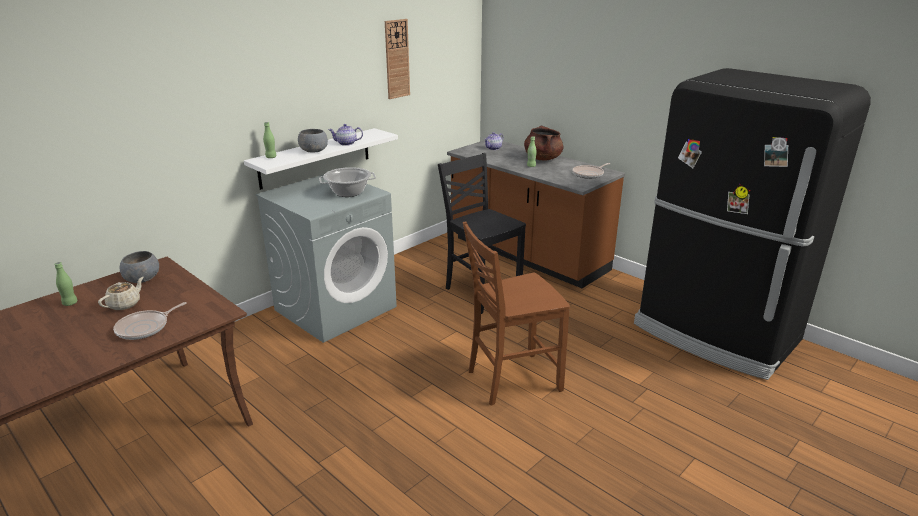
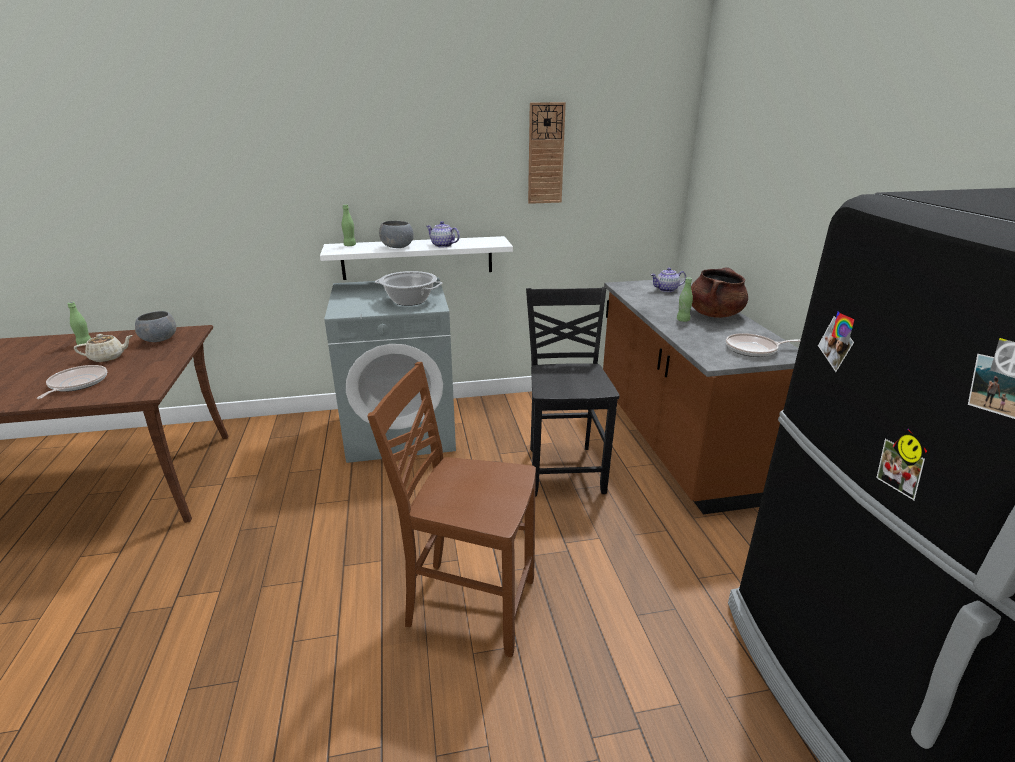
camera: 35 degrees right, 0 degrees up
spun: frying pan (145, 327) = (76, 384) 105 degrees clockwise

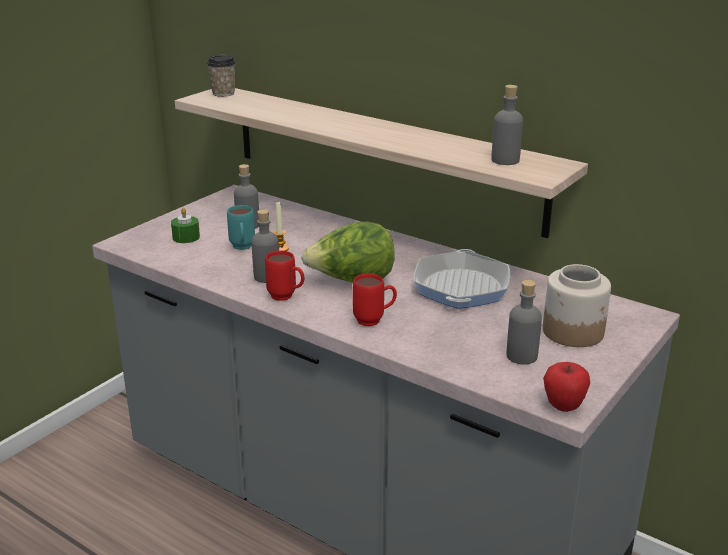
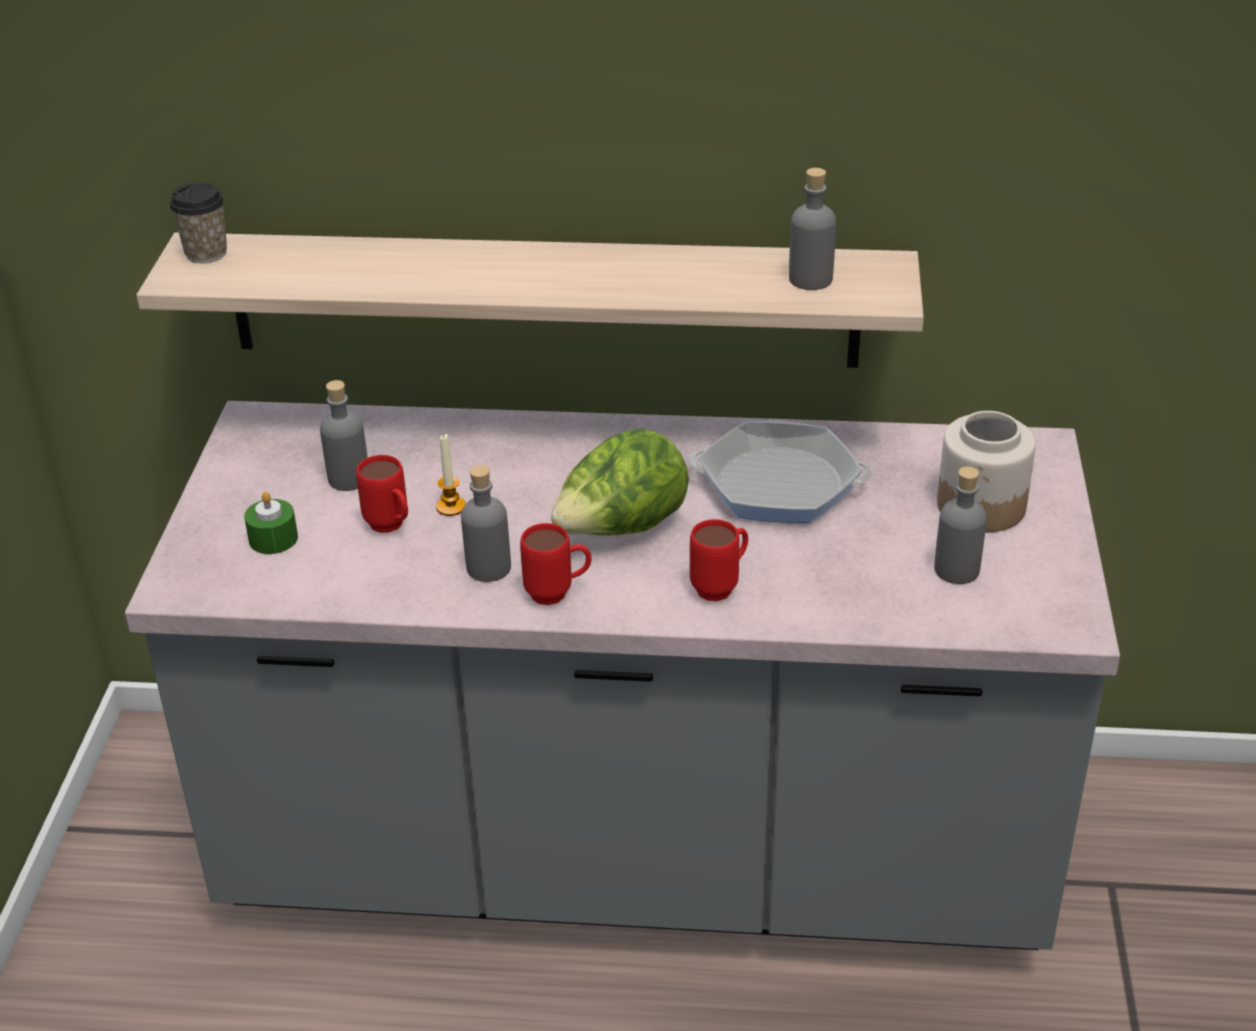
camera: 30 degrees left, 10 degrees up
missing: apple (563, 406)
colour: turquoise mug (242, 248) to red mug (391, 528)
spun: frying pan (461, 287) = (779, 484) 120 degrees clockwise

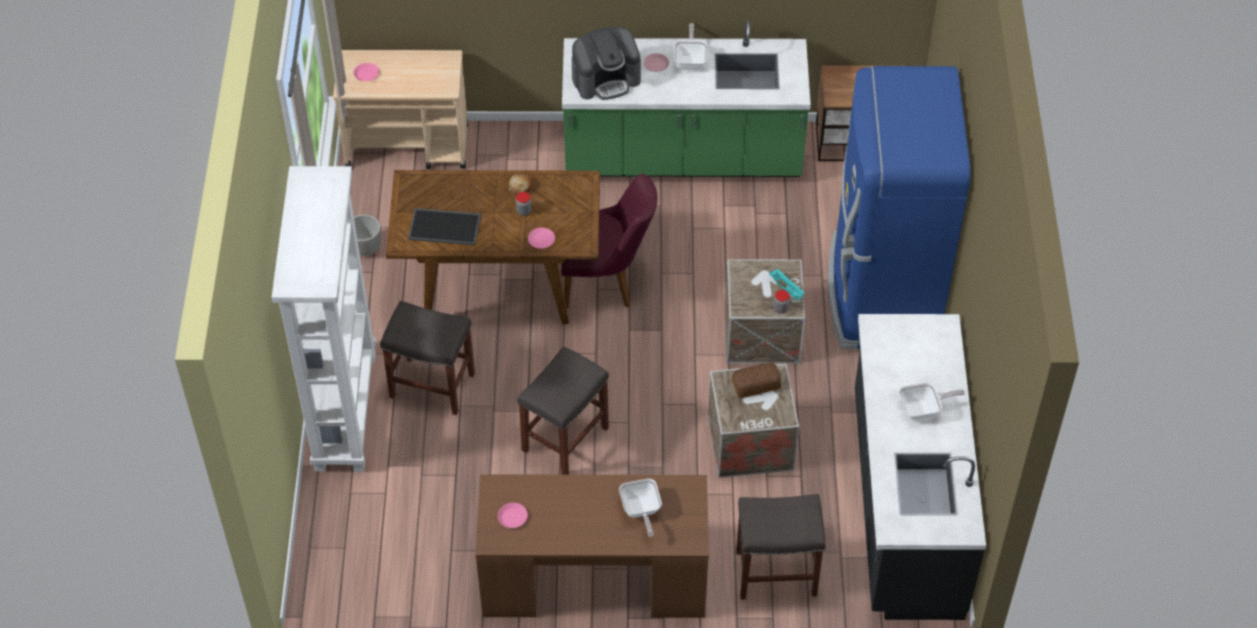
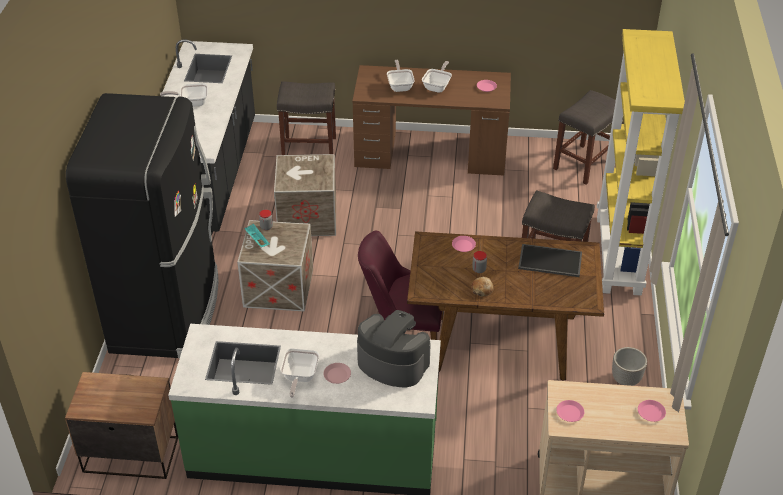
camera: 175 degrees left, 10 degrees down
missing: bread (755, 384)
appeared: frying pan (438, 86); pink plate (570, 413)
relocated: grey stool (565, 440) to (583, 163)
colour: white bookcase (344, 410) to yellow bookcase (619, 255); blue fridge (881, 294) to black fridge (168, 311)
spun: coffee machine (606, 79) = (392, 363) 45 degrees clockwise

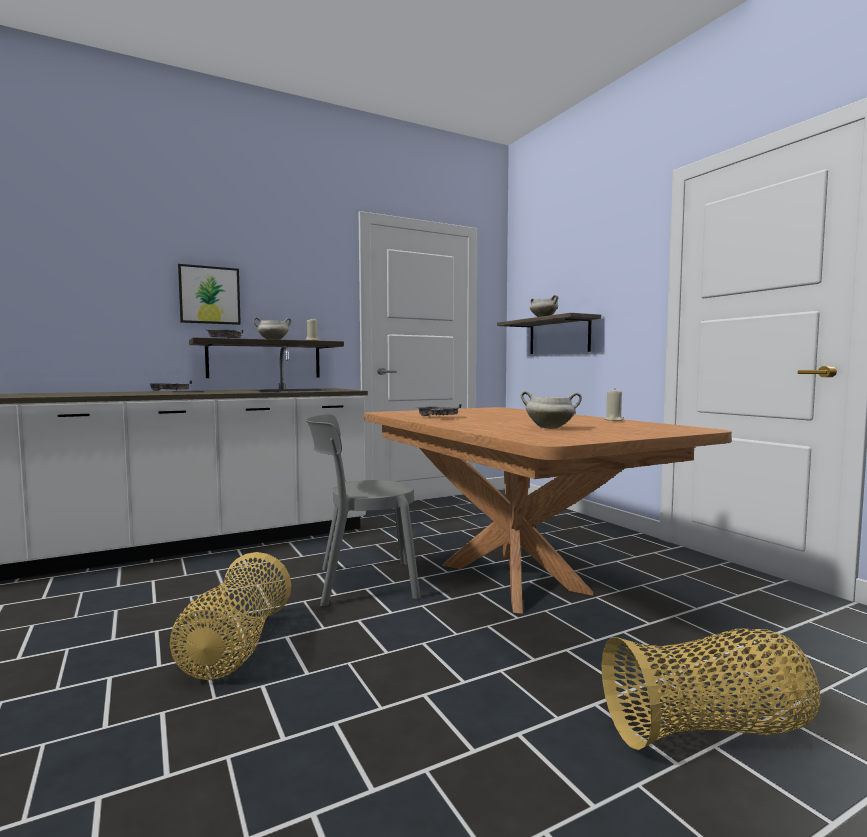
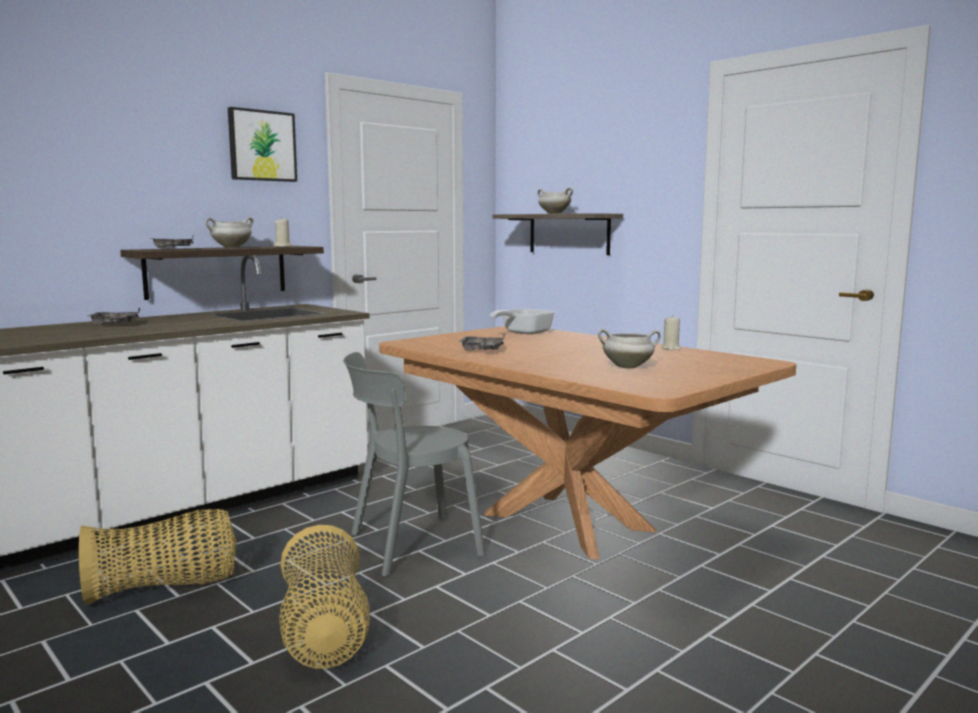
camera: 15 degrees left, 5 degrees up
appeared: frying pan (523, 333)
relocated: picture (209, 295) to (261, 146); basket (707, 730) to (164, 588)

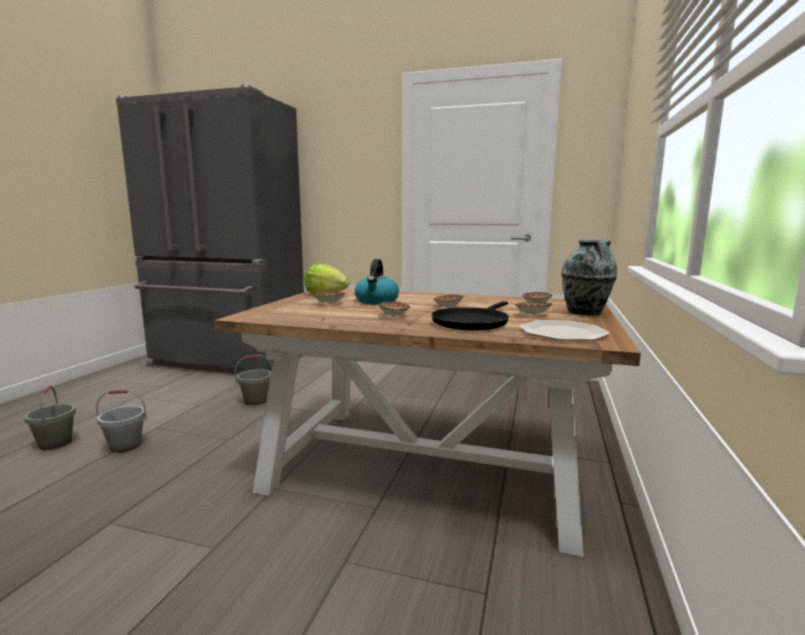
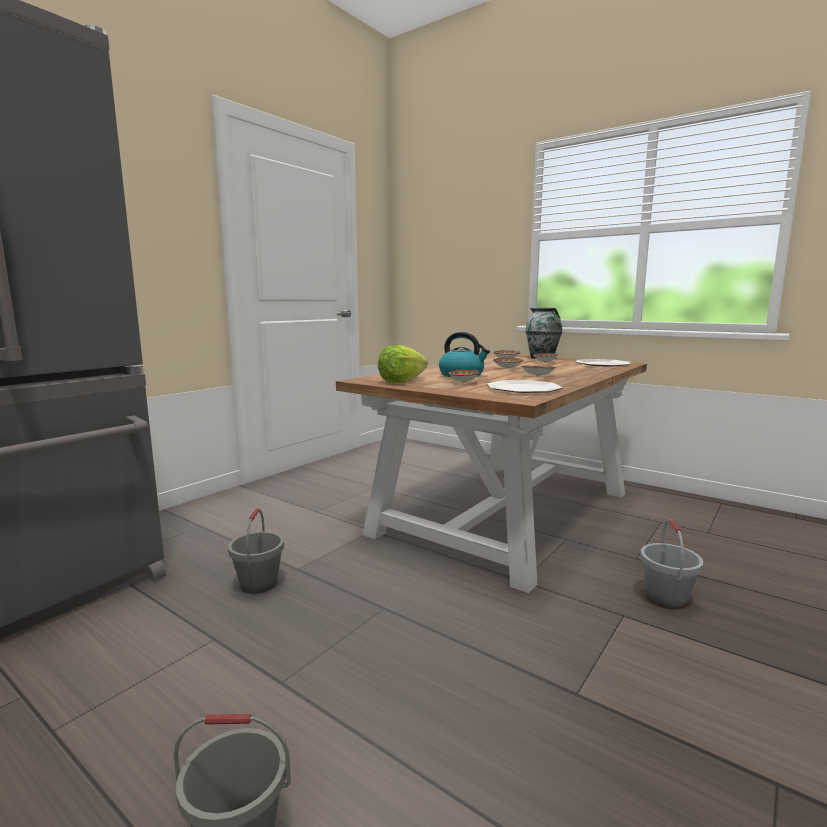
camera: 70 degrees left, 0 degrees up
missing: black frying pan (472, 322)
appeared: plate (522, 389)
relocated: grey bucket (126, 445) to (665, 598)

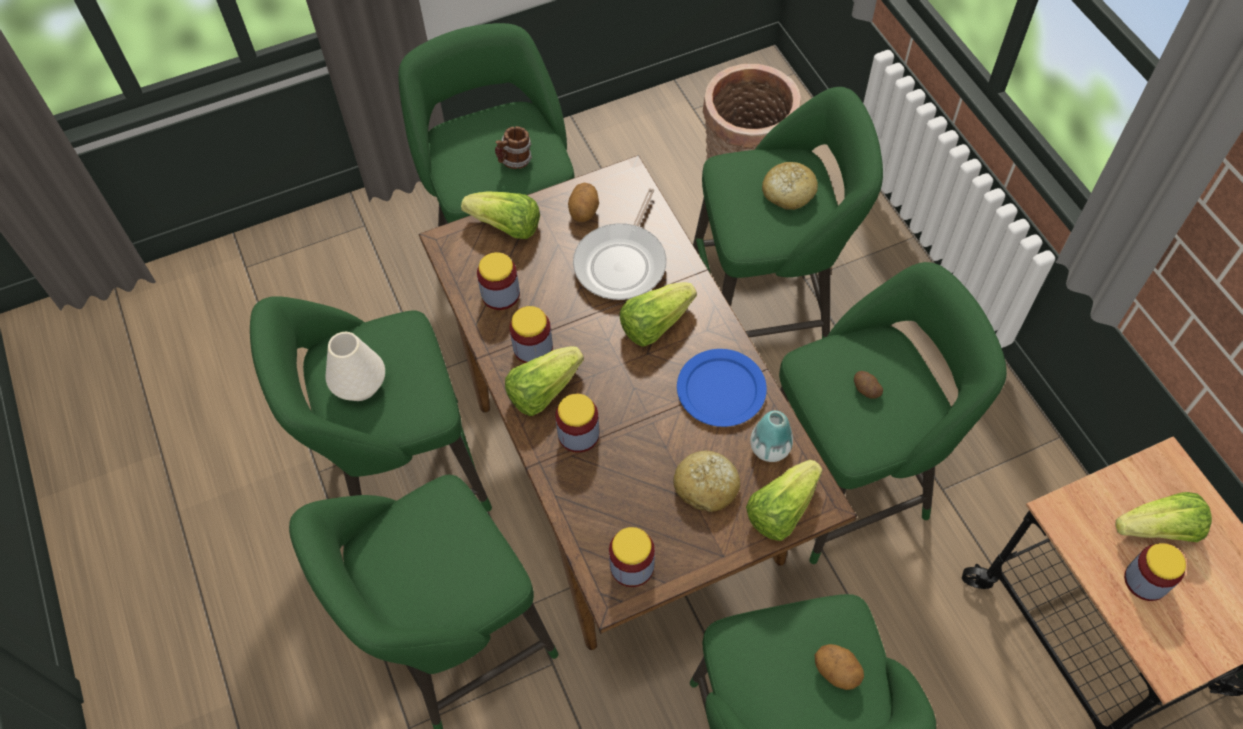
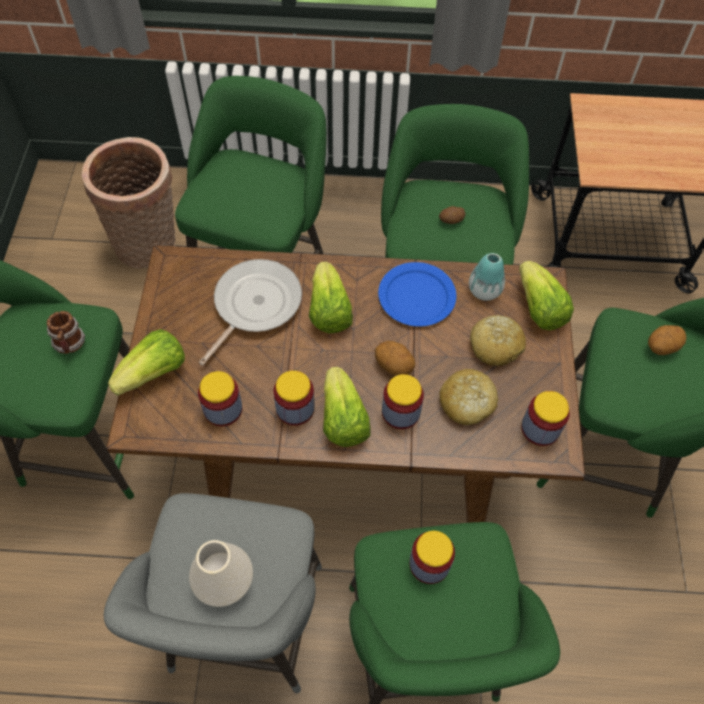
camera: 65 degrees left, 0 degrees up
missing: lettuce (1158, 529)
relocated: potato (584, 211) to (394, 366); bread (788, 192) to (466, 402); jar (1145, 580) to (429, 563)
colour: green stool (401, 476) to grey stool (244, 628)
spun: frying pan (622, 262) = (254, 305) 105 degrees counterclockwise

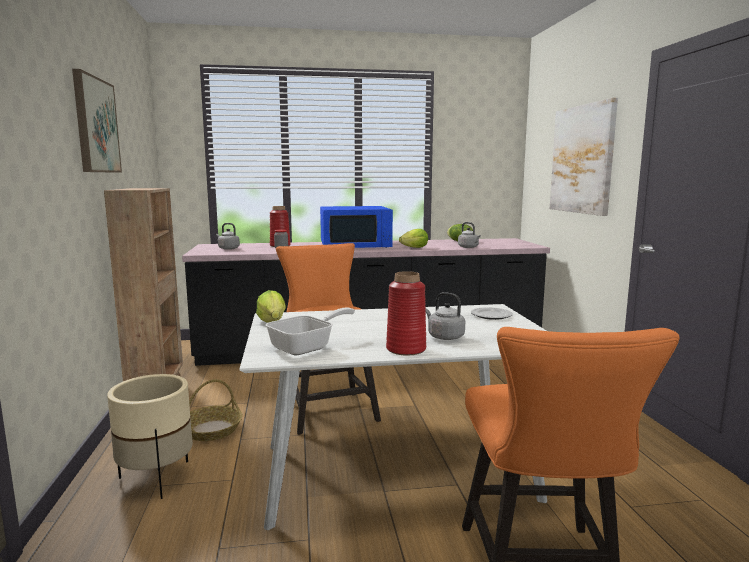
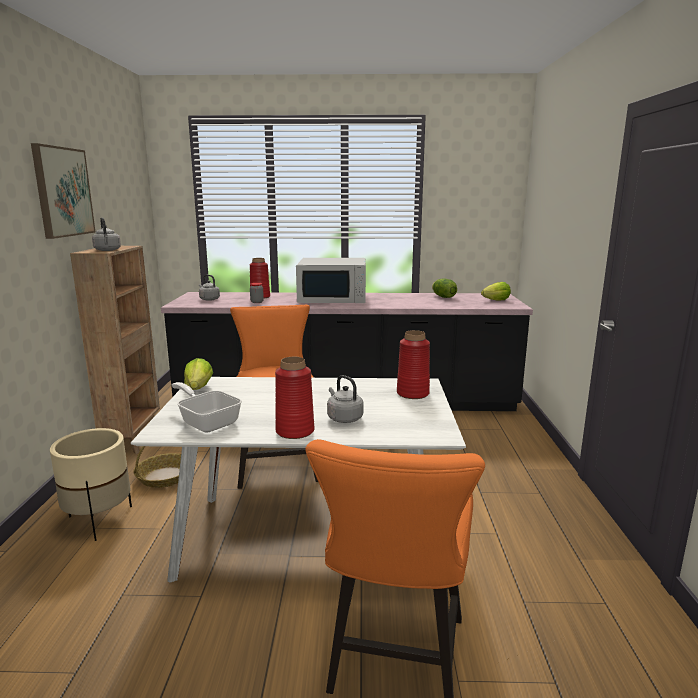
camera: 10 degrees right, 5 degrees up
missing: picture (582, 159)
relocated: lettuce (415, 248) to (496, 300); grey kettle (469, 247) to (107, 250)
exchanged: plate (491, 315) to red vase (412, 393)
colour: blue microwave (355, 245) to white microwave (333, 298)
spun: frying pan (307, 347) = (207, 421) 105 degrees counterclockwise

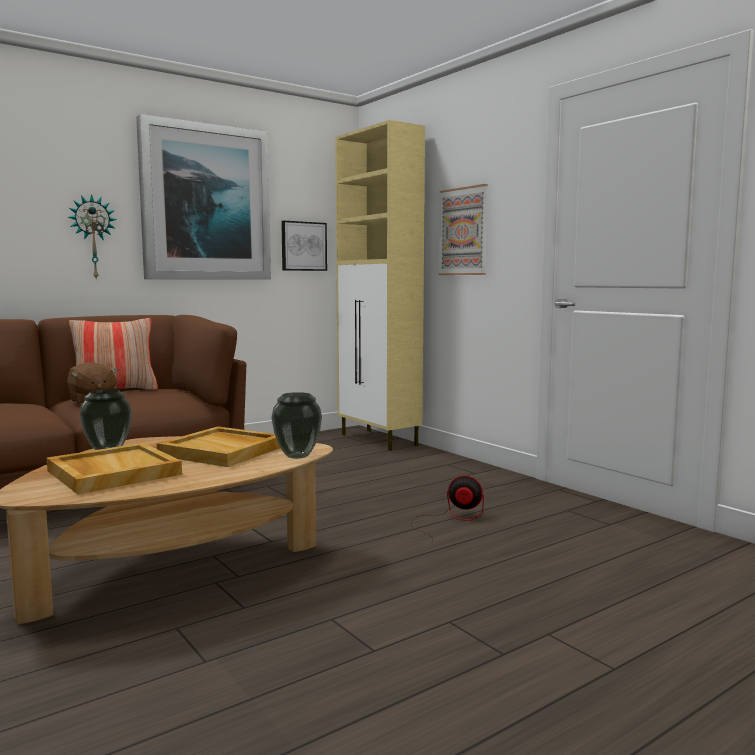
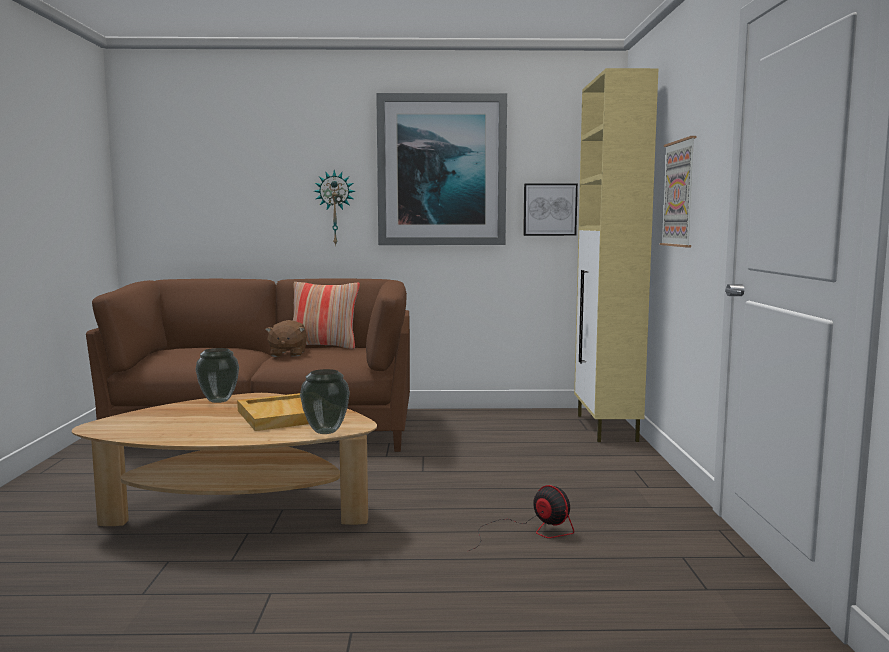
camera: 35 degrees right, 0 degrees up
missing: beige tray (112, 472)

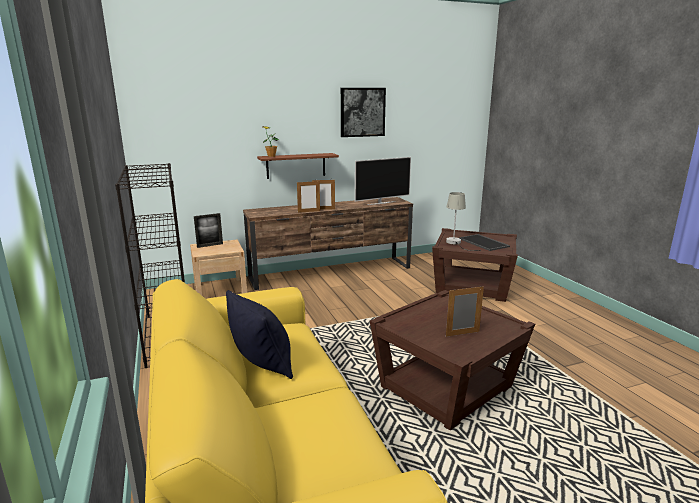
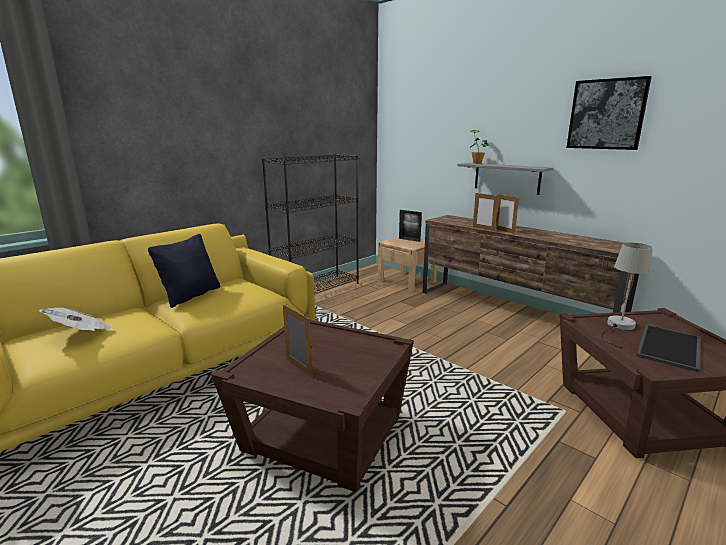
camera: 65 degrees right, 0 degrees up
missing: television (381, 203)
appeared: newspaper (81, 333)
colour: brown shelf (296, 165) to grey shelf (506, 178)

